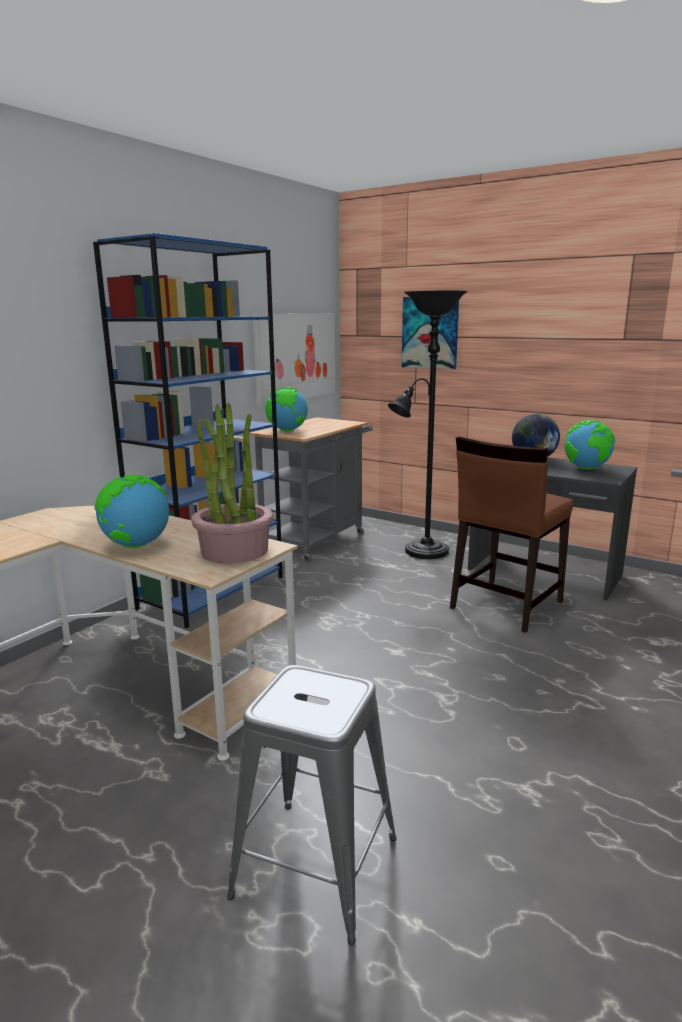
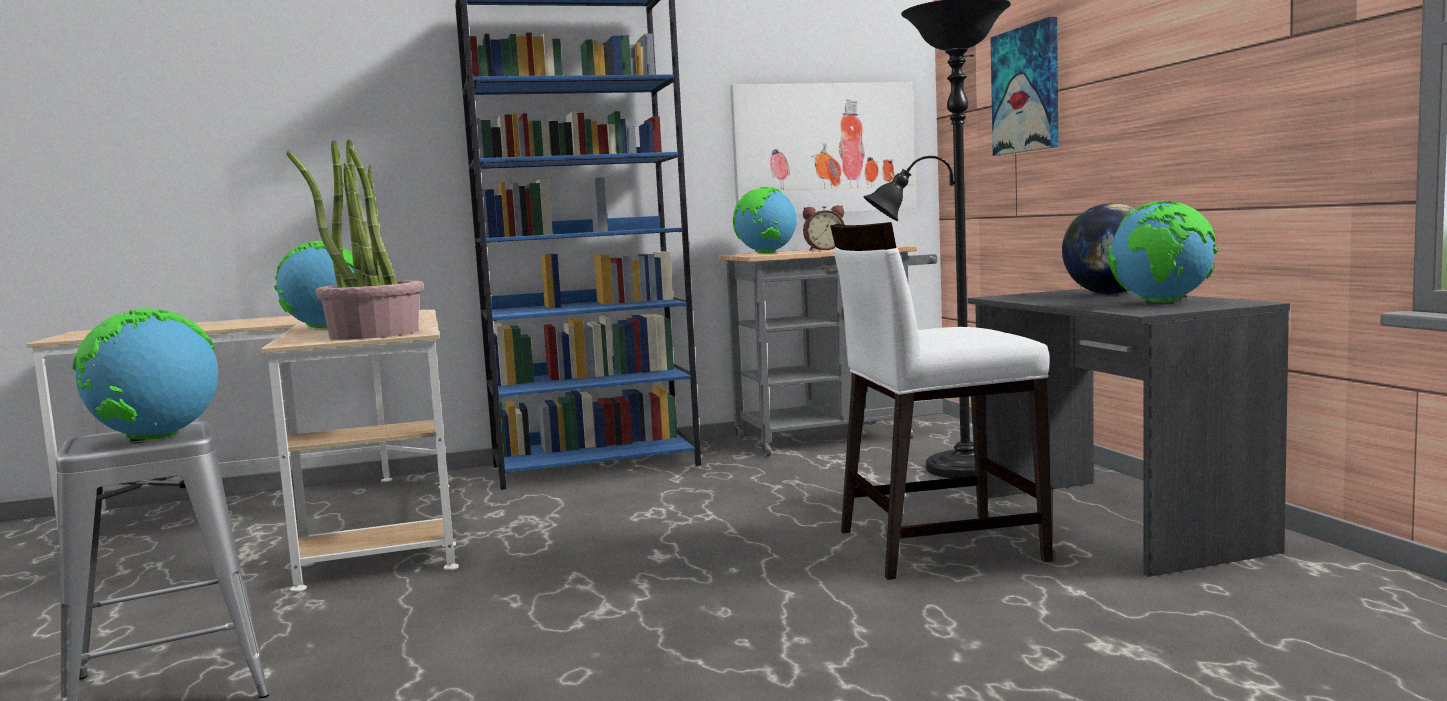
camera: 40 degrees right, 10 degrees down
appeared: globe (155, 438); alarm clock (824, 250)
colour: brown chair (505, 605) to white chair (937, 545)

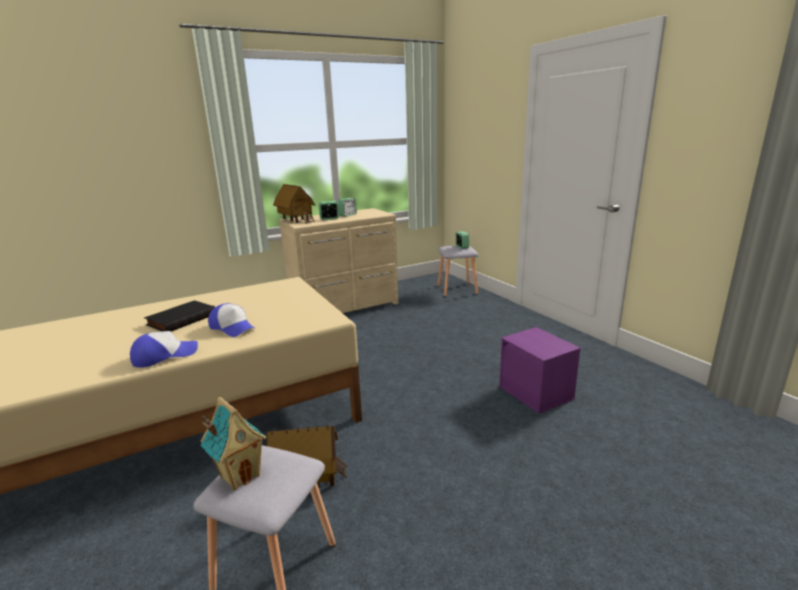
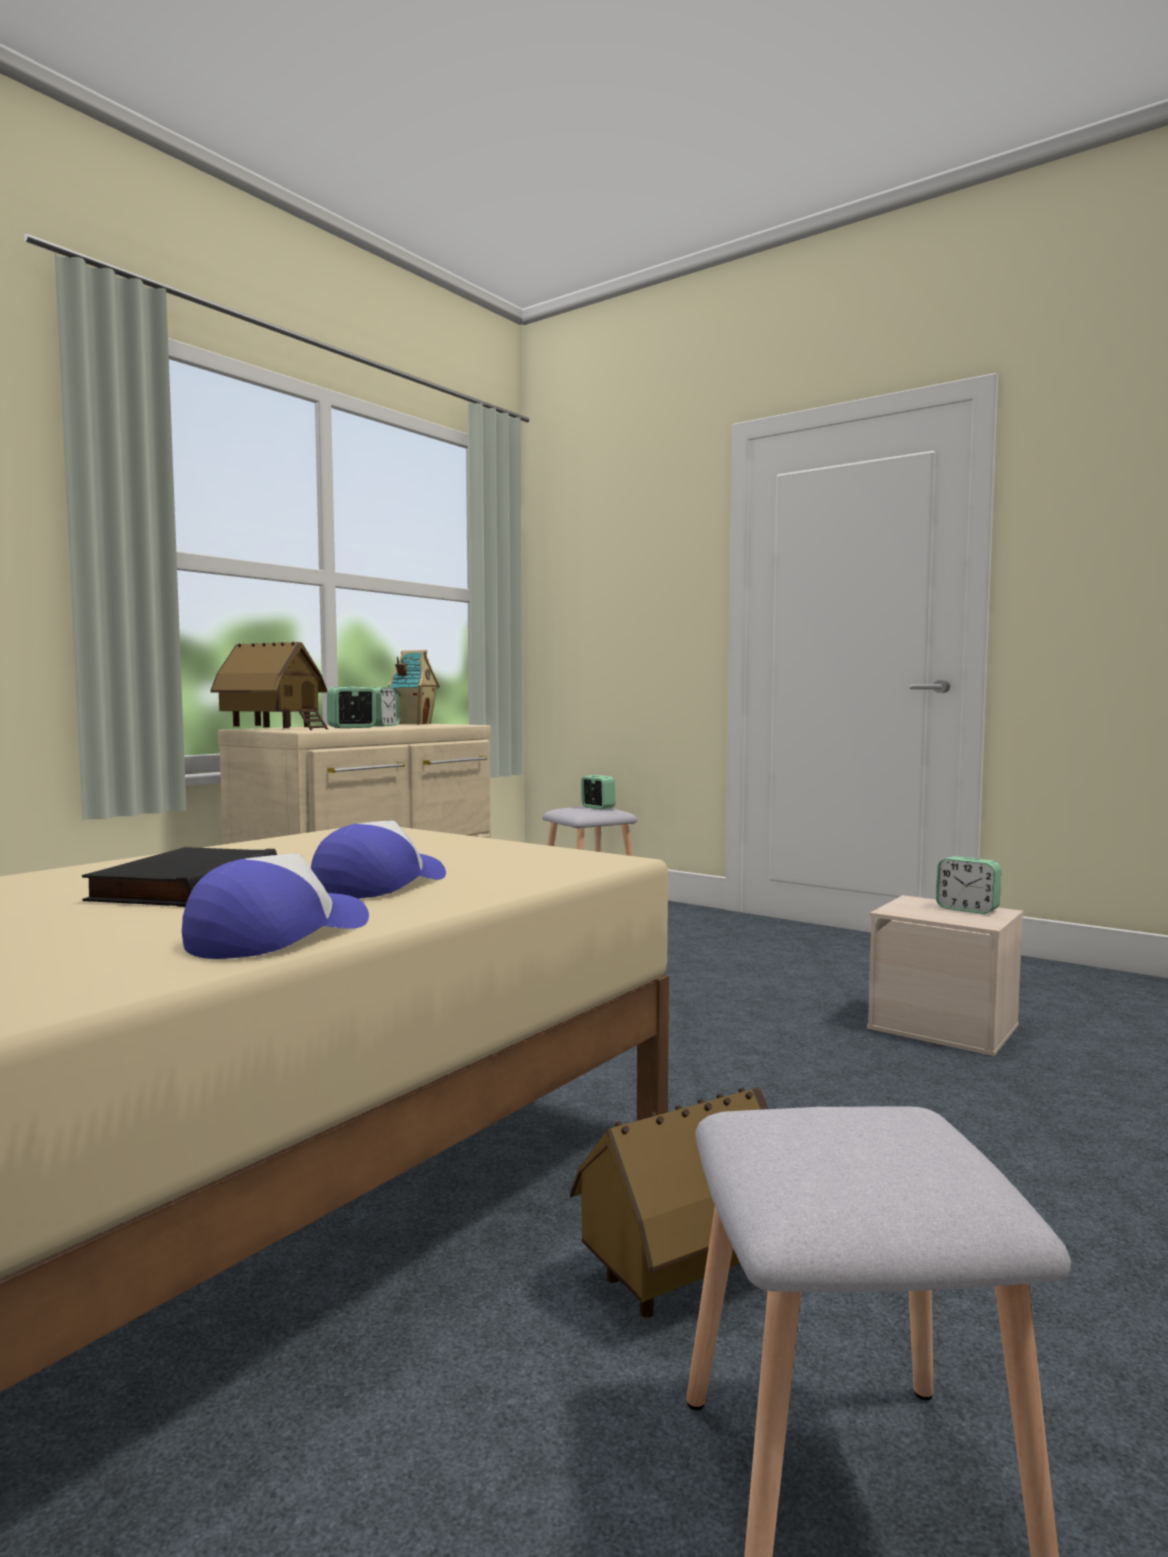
camera: 25 degrees left, 15 degrees down
appeared: alarm clock (967, 909)
relocated: toy house (240, 475) to (414, 724)
colour: purple storage box (537, 392) to beige storage box (945, 1026)
spun: cap (233, 327) = (379, 885) 75 degrees counterclockwise

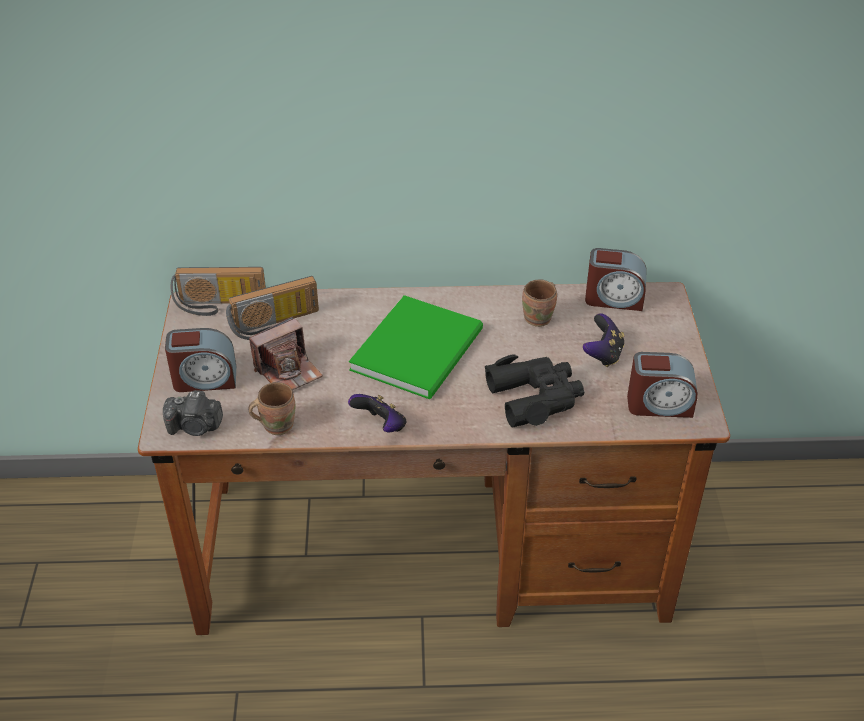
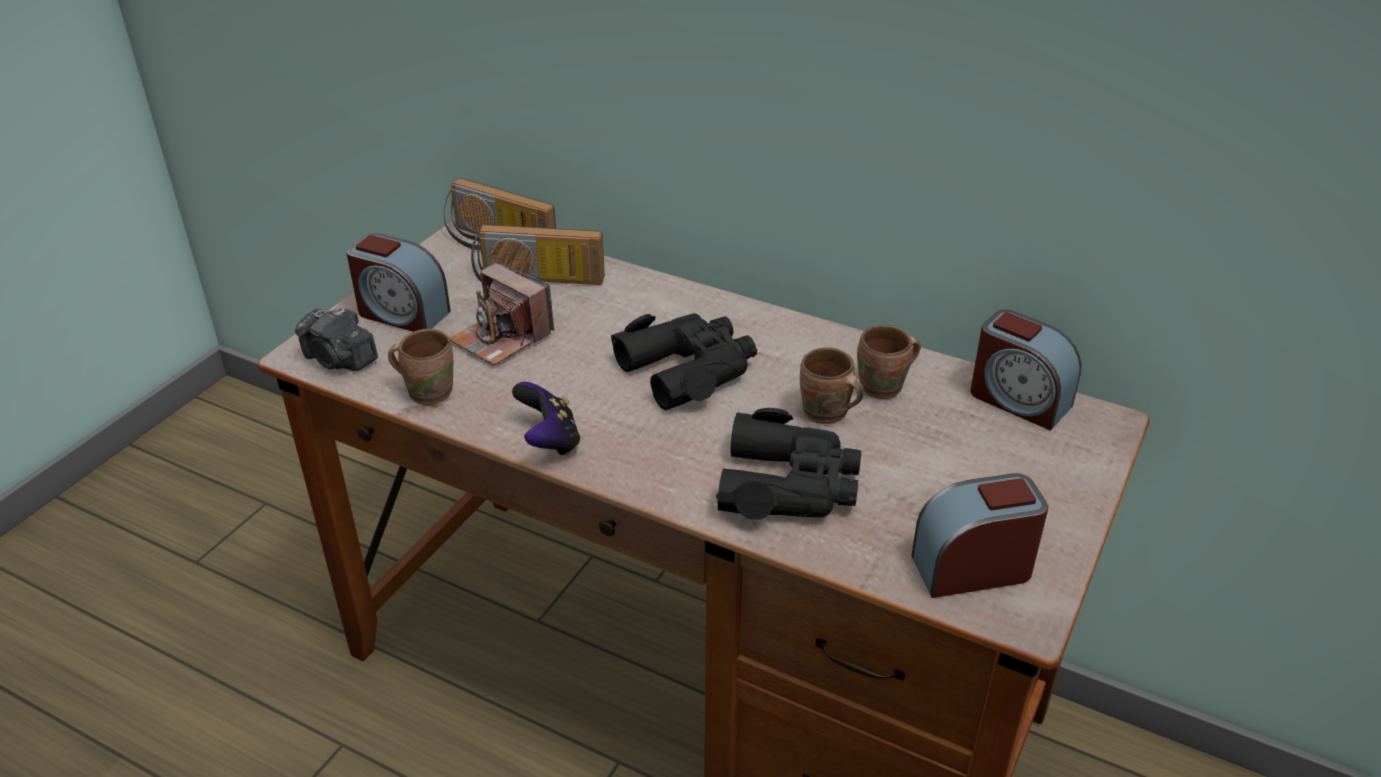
camera: 30 degrees right, 5 degrees down
missing: game controller (603, 354)
appeared: brown mug (826, 415)
exchanged: green book (421, 348) to black binoculars (689, 369)
spun: photo camera (288, 371) = (502, 338) 45 degrees clockwise; alarm clock (659, 404) = (972, 567) 135 degrees clockwise

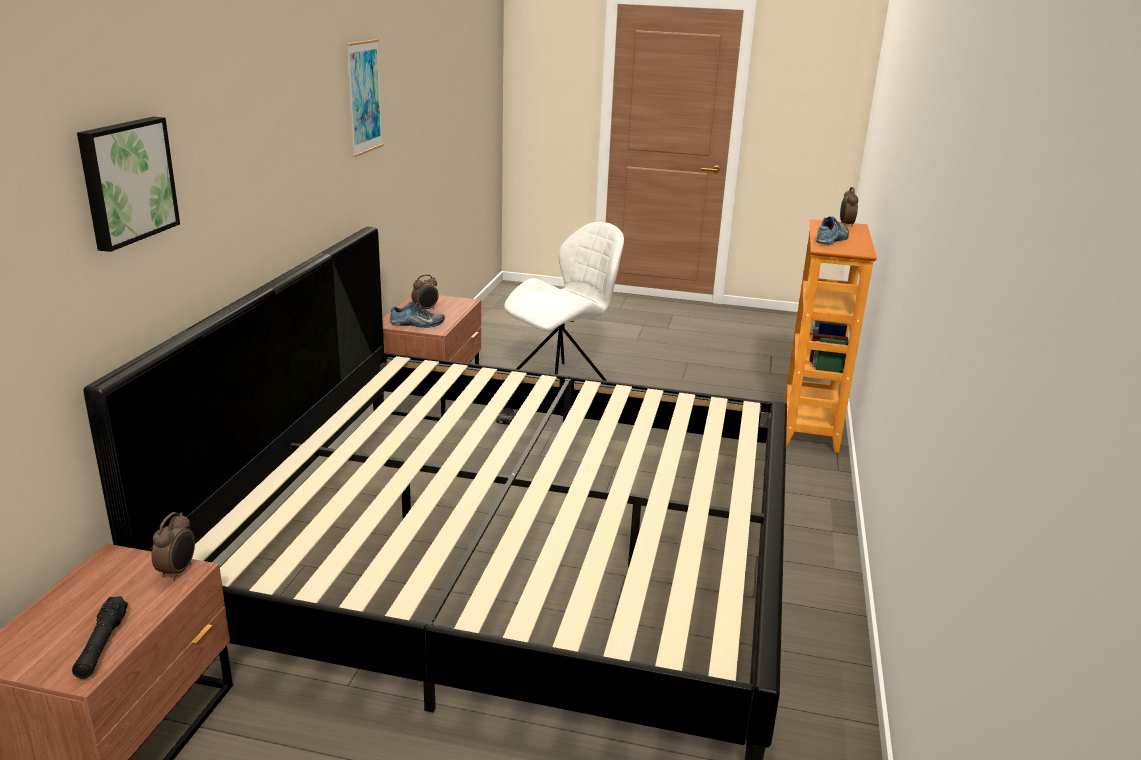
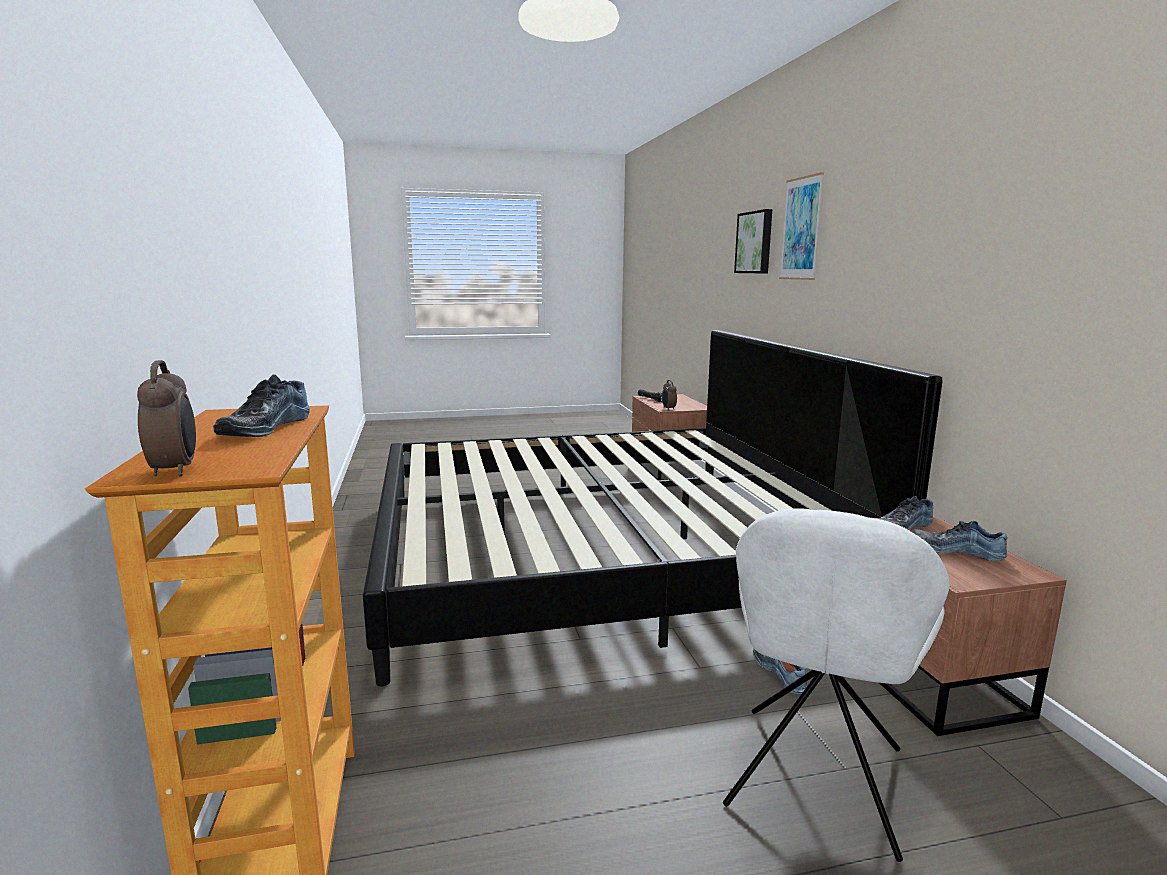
camera: 155 degrees right, 10 degrees down
relocated: picture (364, 97) to (801, 229)
exchanged: alarm clock (426, 309) to shoe (956, 550)

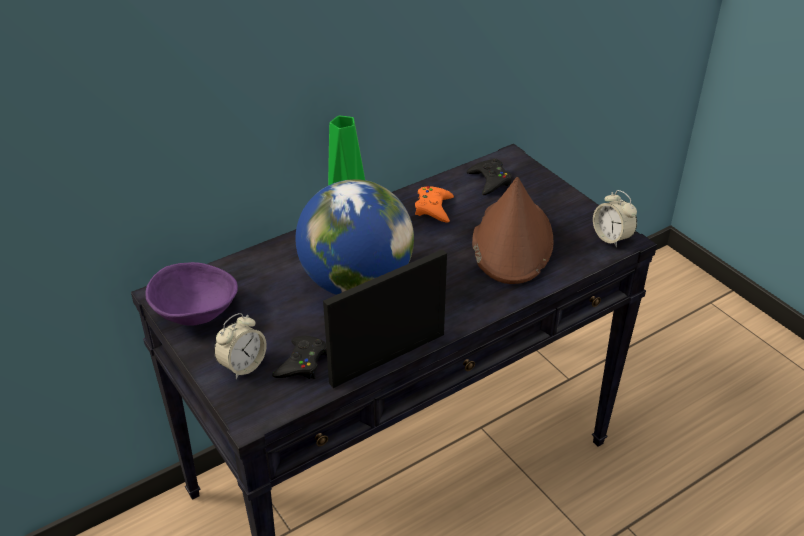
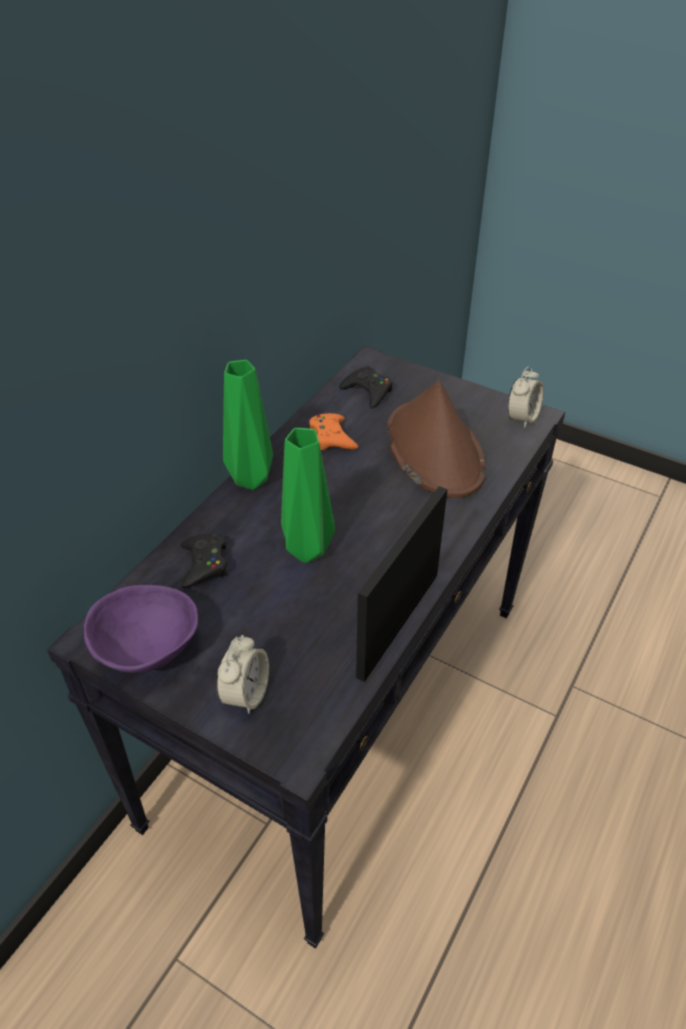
camera: 25 degrees left, 5 degrees up
relocated: black game controller (302, 363) to (204, 564)
exchanged: globe (356, 283) to green vase (308, 548)
spun: alarm clock (611, 238) = (522, 418) 90 degrees counterclockwise

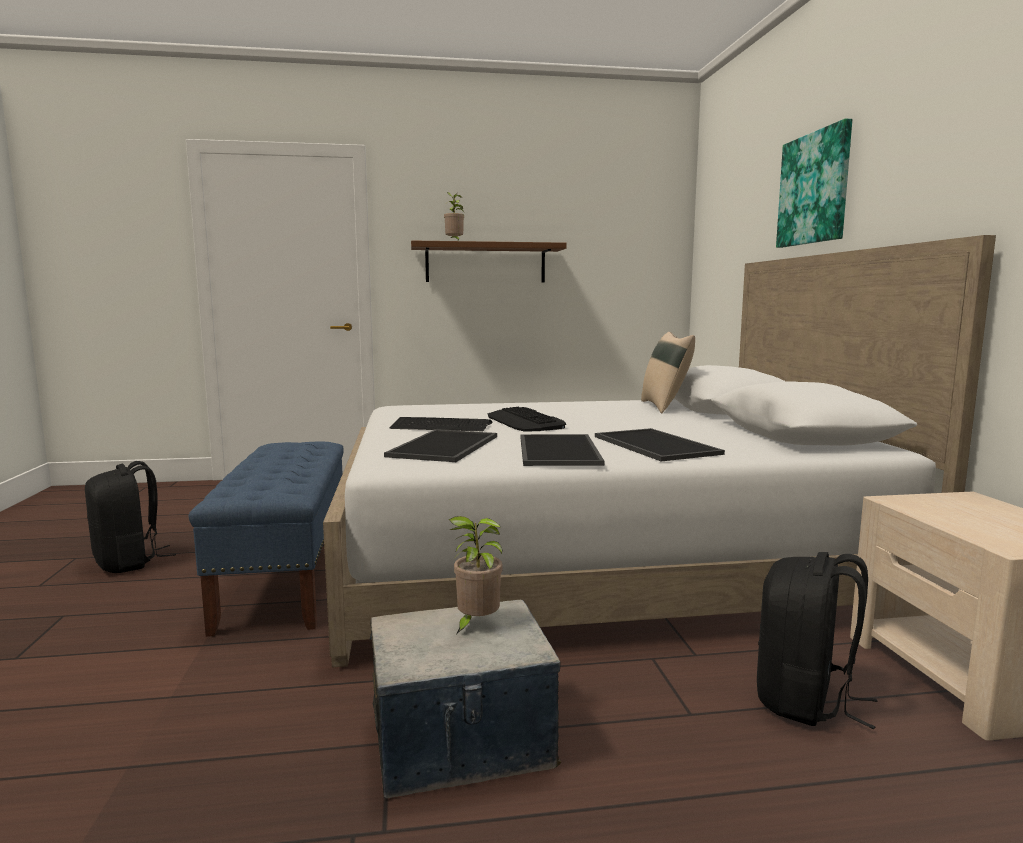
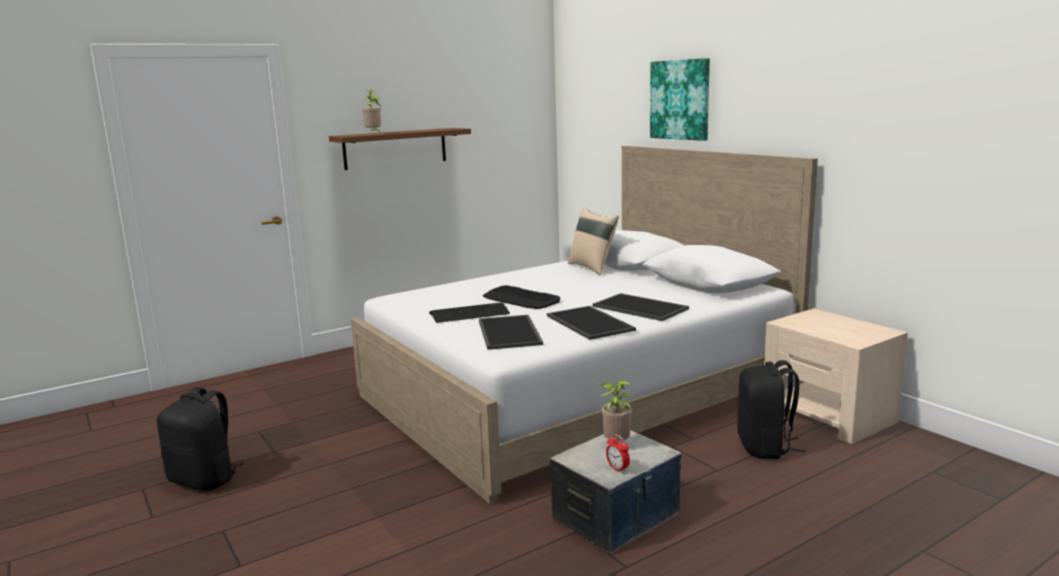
camera: 25 degrees left, 5 degrees up
missing: blue bench (287, 576)
appeared: alarm clock (617, 469)

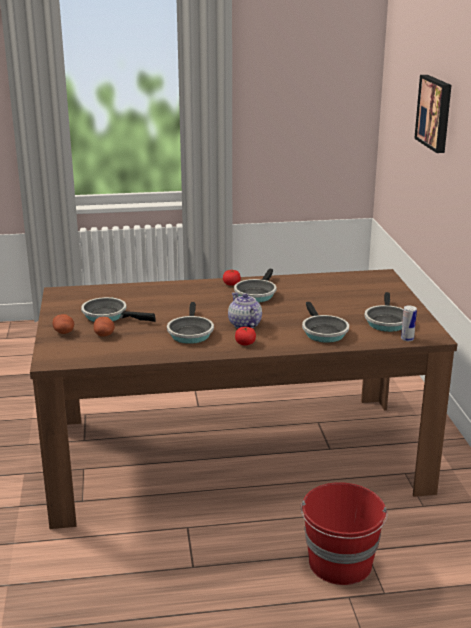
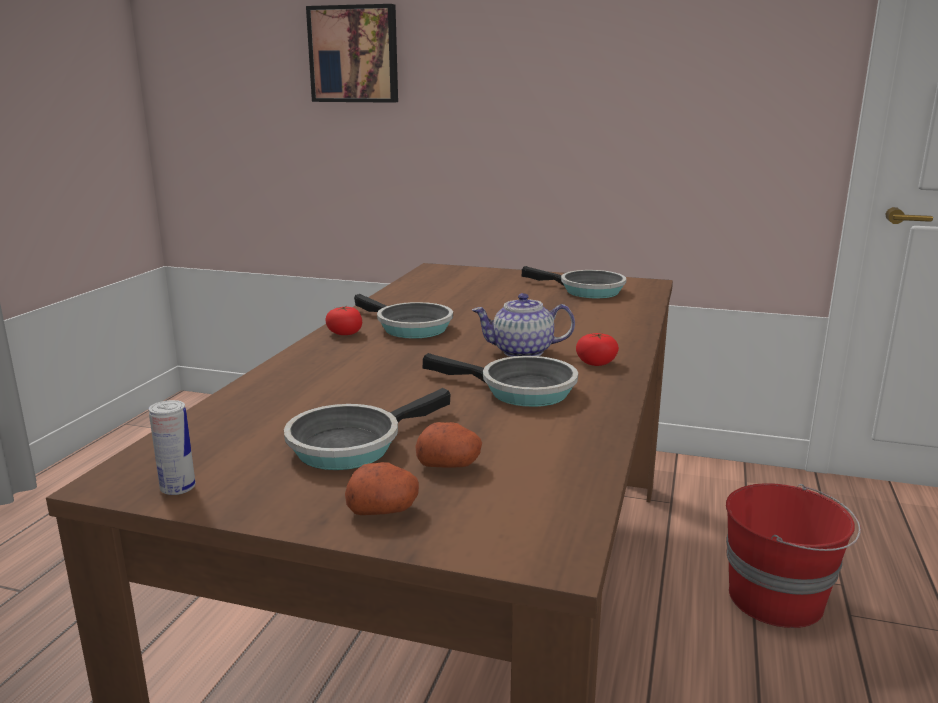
camera: 65 degrees left, 5 degrees down
missing: frying pan (323, 332)
relocated: can (407, 339) to (178, 488)

